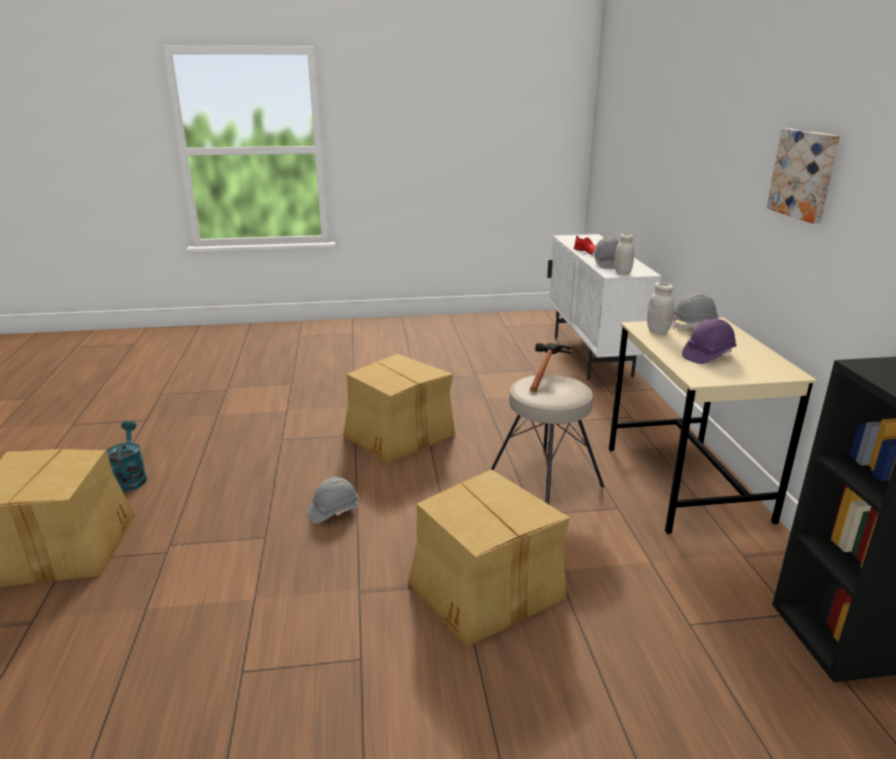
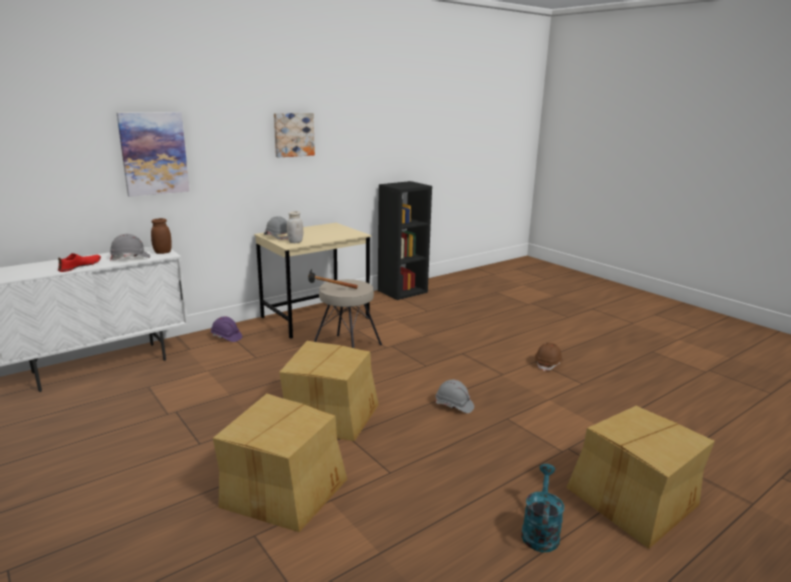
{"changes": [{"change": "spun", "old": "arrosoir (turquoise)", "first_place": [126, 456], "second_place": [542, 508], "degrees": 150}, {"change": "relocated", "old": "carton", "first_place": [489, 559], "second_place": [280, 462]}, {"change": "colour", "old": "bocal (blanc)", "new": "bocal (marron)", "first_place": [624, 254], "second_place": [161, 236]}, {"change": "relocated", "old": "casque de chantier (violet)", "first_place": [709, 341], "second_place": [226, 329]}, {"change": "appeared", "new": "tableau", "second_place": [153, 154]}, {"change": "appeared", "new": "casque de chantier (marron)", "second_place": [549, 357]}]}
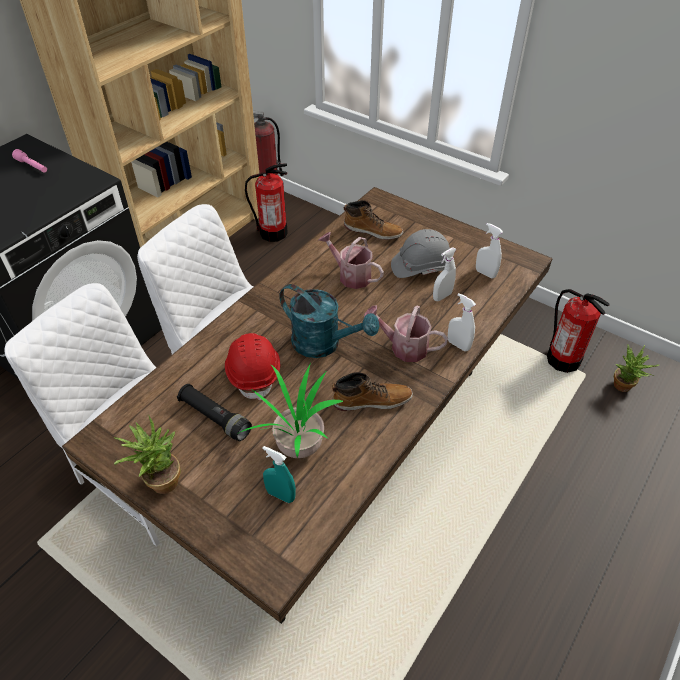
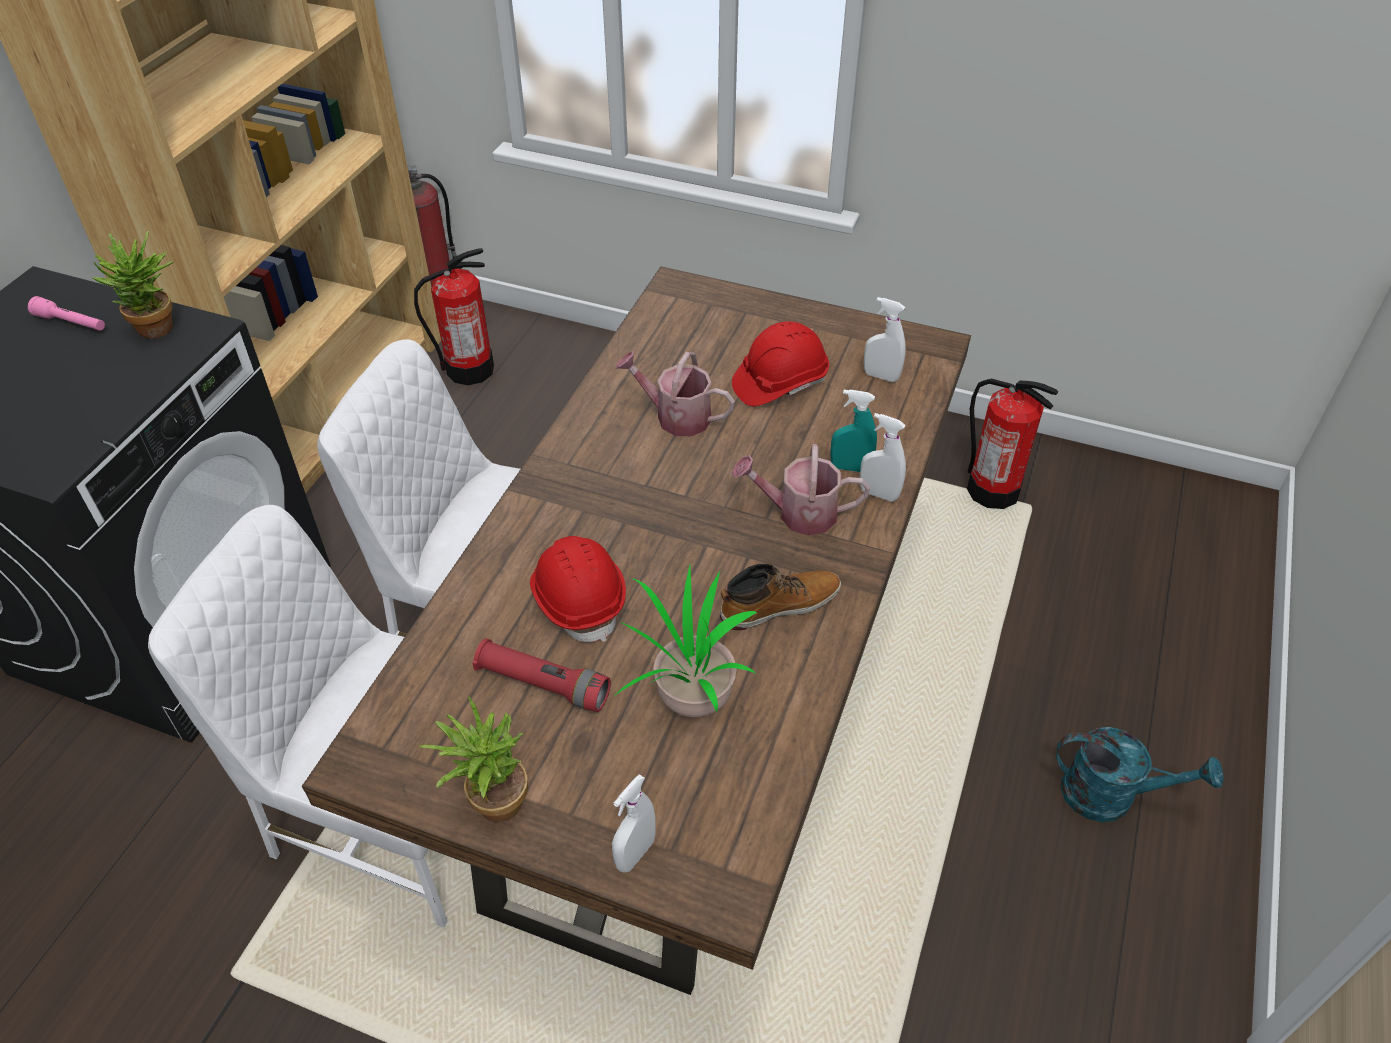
{"changes": [{"change": "colour", "old": "lampe de poche (noir)", "new": "lampe de poche (rouge)", "first_place": [214, 412], "second_place": [541, 675]}, {"change": "relocated", "old": "vaporisateur (turquoise)", "first_place": [279, 474], "second_place": [853, 430]}, {"change": "relocated", "old": "arrosoir (turquoise)", "first_place": [329, 321], "second_place": [1140, 774]}, {"change": "missing", "old": "botte", "first_place": [373, 220]}, {"change": "colour", "old": "casque de chantier (gris)", "new": "casque de chantier (rouge)", "first_place": [420, 253], "second_place": [780, 364]}, {"change": "relocated", "old": "vaporisateur (blanc)", "first_place": [445, 274], "second_place": [634, 823]}, {"change": "relocated", "old": "plante en pot", "first_place": [636, 368], "second_place": [133, 284]}]}
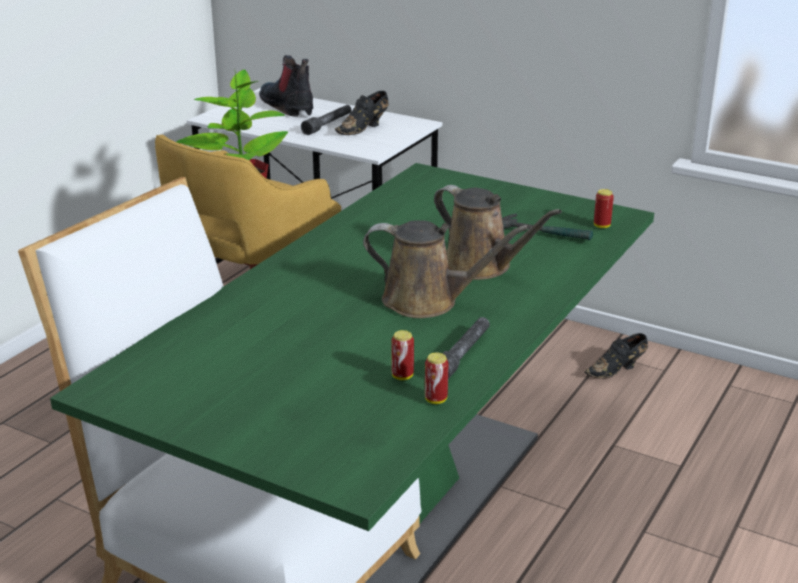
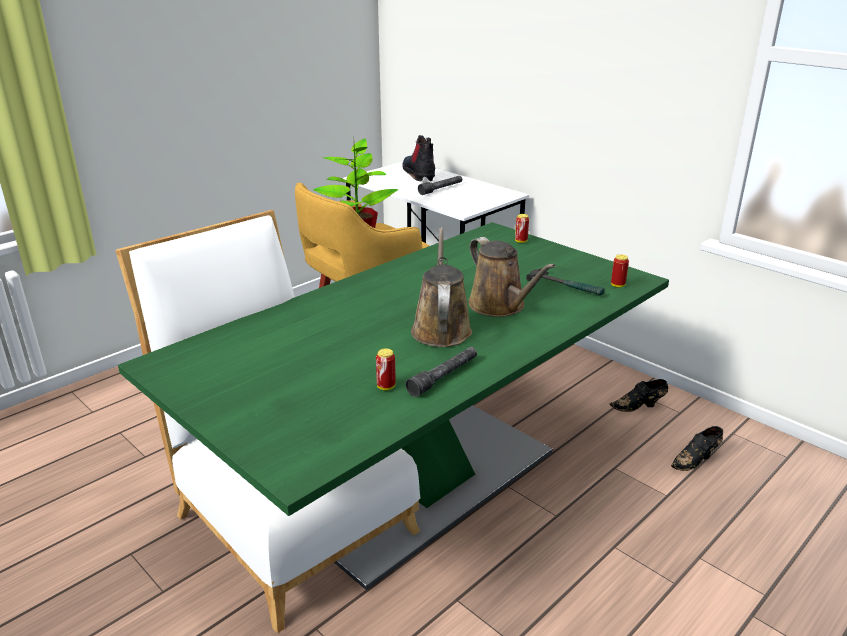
{"changes": [{"change": "relocated", "old": "chaussure (noir)", "first_place": [362, 113], "second_place": [697, 448]}, {"change": "spun", "old": "arrosoir (marron)", "first_place": [445, 269], "second_place": [441, 287], "degrees": -120}, {"change": "relocated", "old": "boîte métallique", "first_place": [436, 378], "second_place": [522, 228]}]}
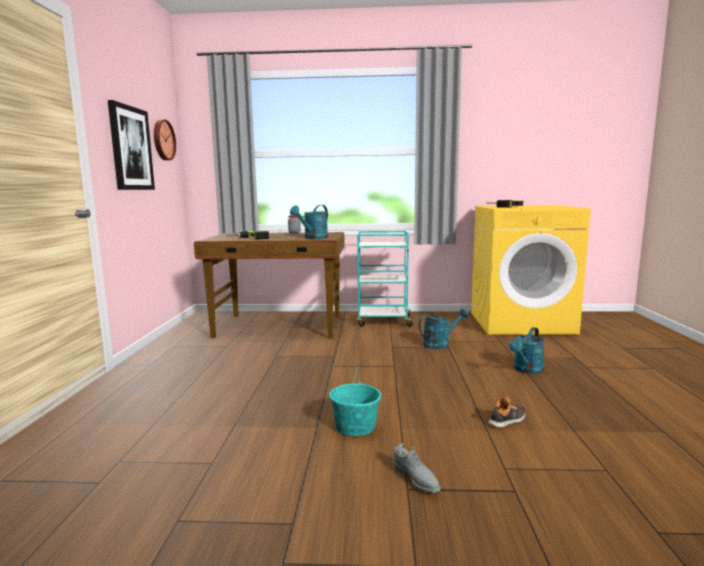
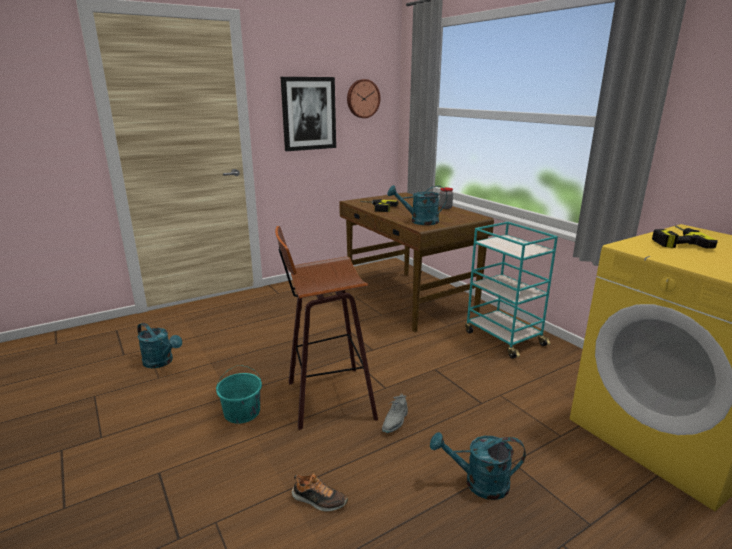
{"changes": [{"change": "relocated", "old": "chaussure (gris)", "first_place": [417, 468], "second_place": [395, 413]}, {"change": "relocated", "old": "arrosoir (turquoise)", "first_place": [444, 328], "second_place": [159, 345]}, {"change": "appeared", "new": "tabouret", "second_place": [326, 328]}]}
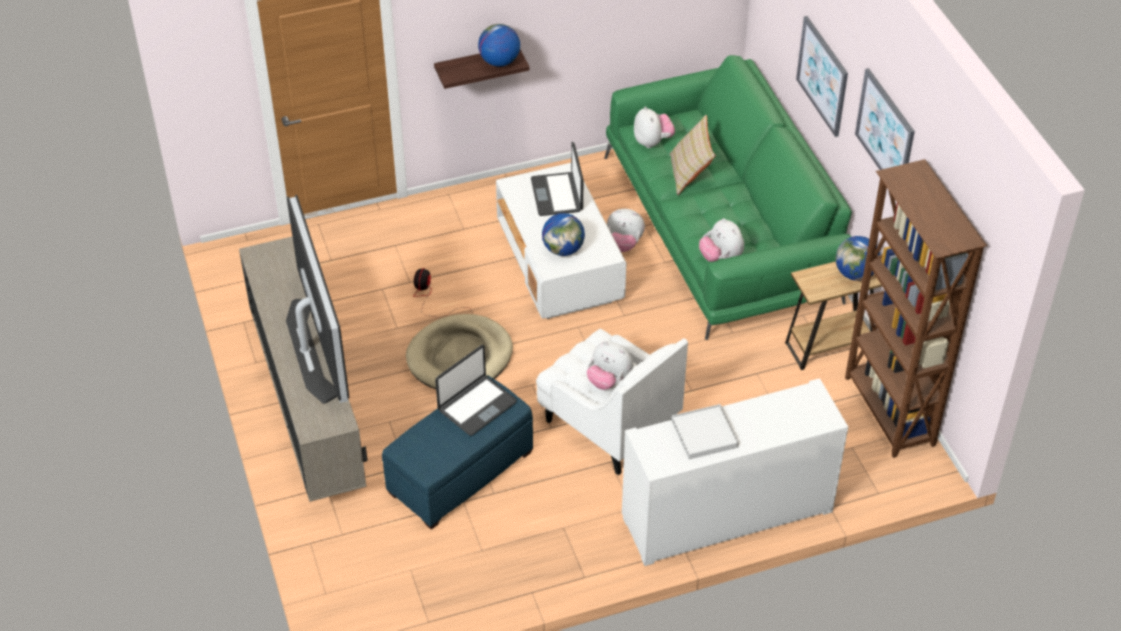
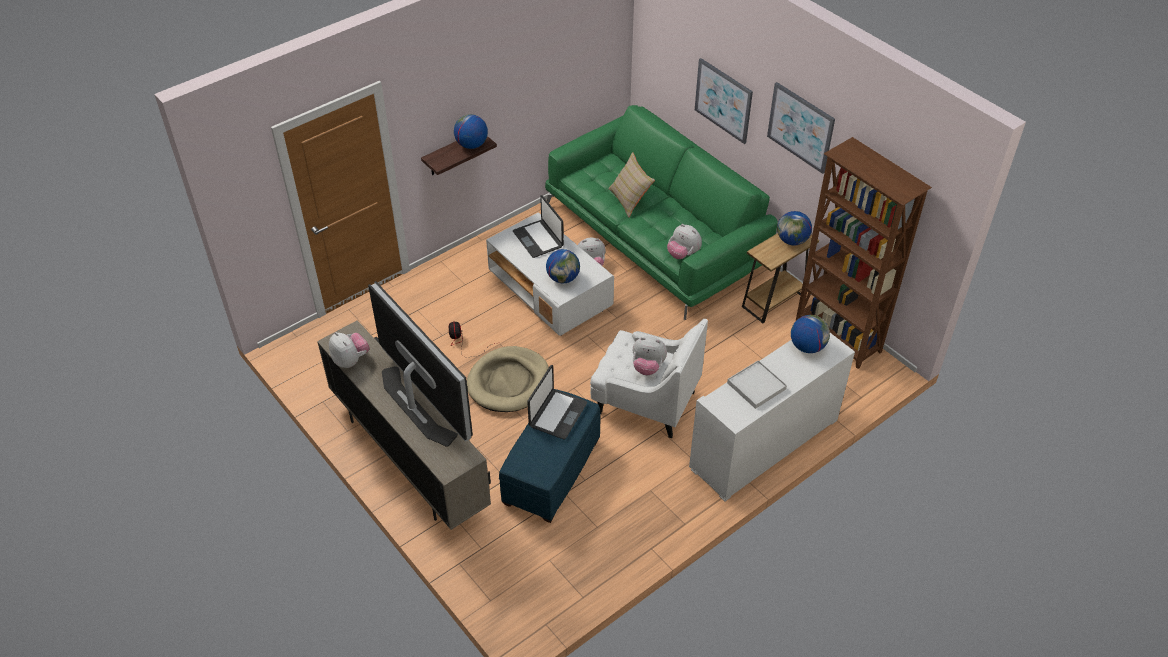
{"changes": [{"change": "relocated", "old": "peluche", "first_place": [654, 127], "second_place": [349, 350]}, {"change": "appeared", "new": "globe", "second_place": [810, 334]}]}
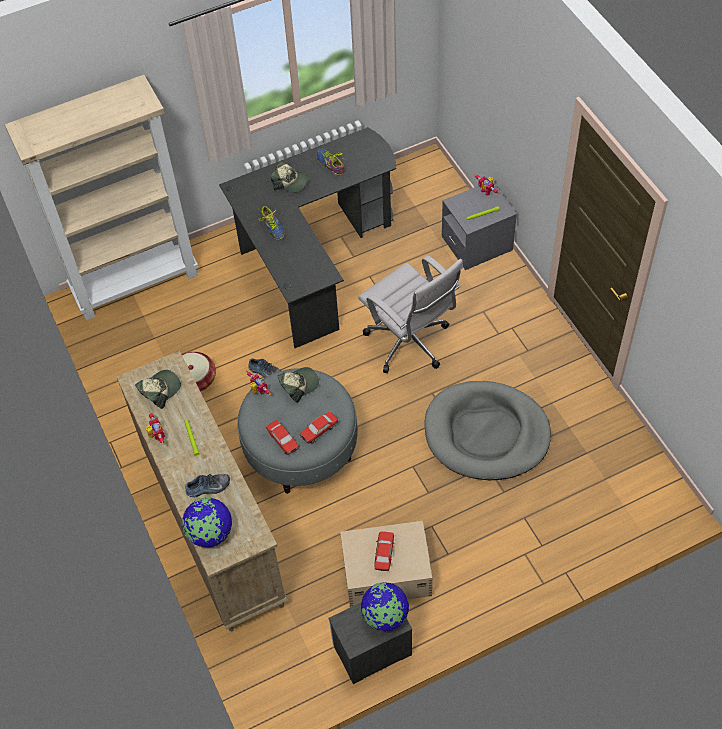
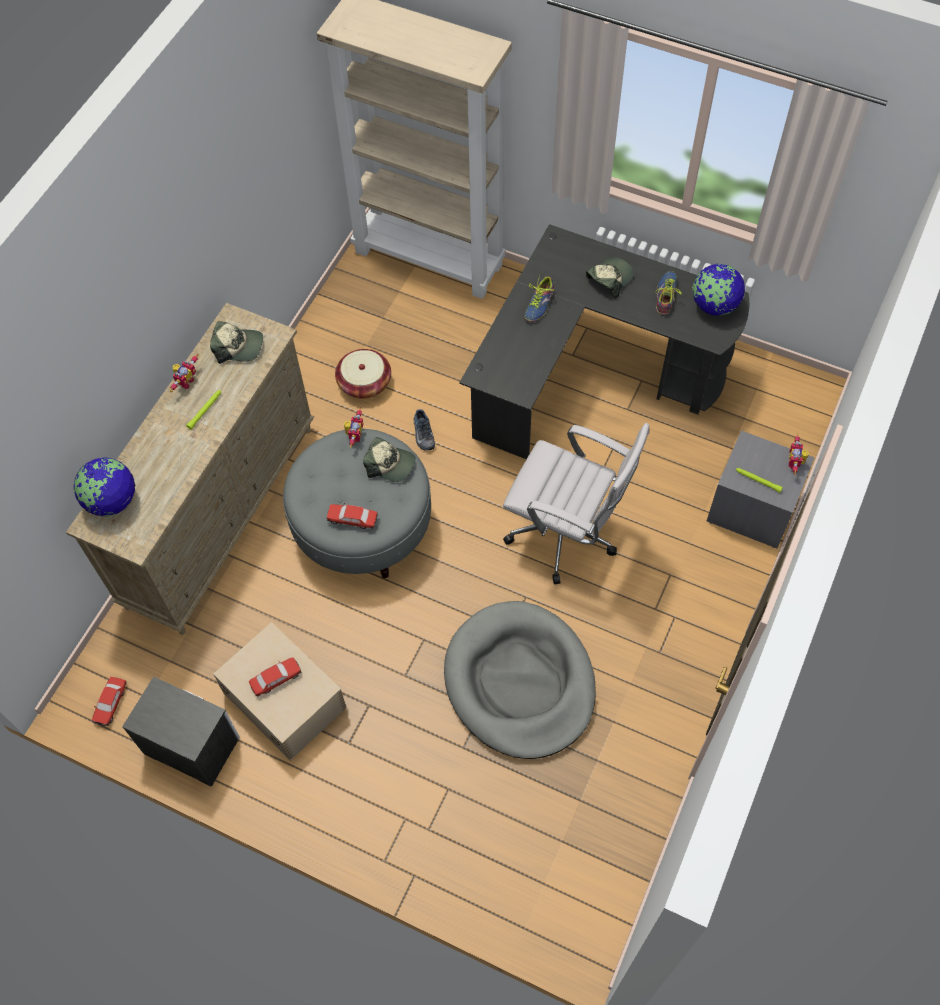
{"changes": [{"change": "missing", "old": "chaussure", "first_place": [207, 485]}, {"change": "relocated", "old": "petite voiture", "first_place": [282, 437], "second_place": [109, 701]}, {"change": "spun", "old": "casquette", "first_place": [290, 177], "second_place": [610, 277], "degrees": -120}, {"change": "spun", "old": "chaise de bureau (blanc)", "first_place": [410, 314], "second_place": [576, 504], "degrees": -75}, {"change": "relocated", "old": "globe", "first_place": [385, 606], "second_place": [718, 290]}]}
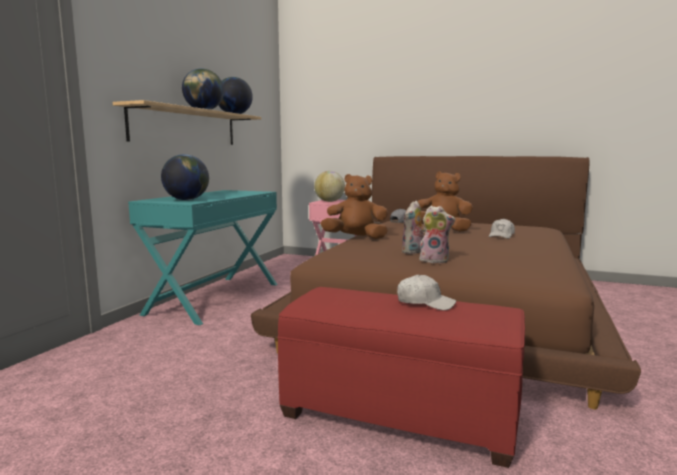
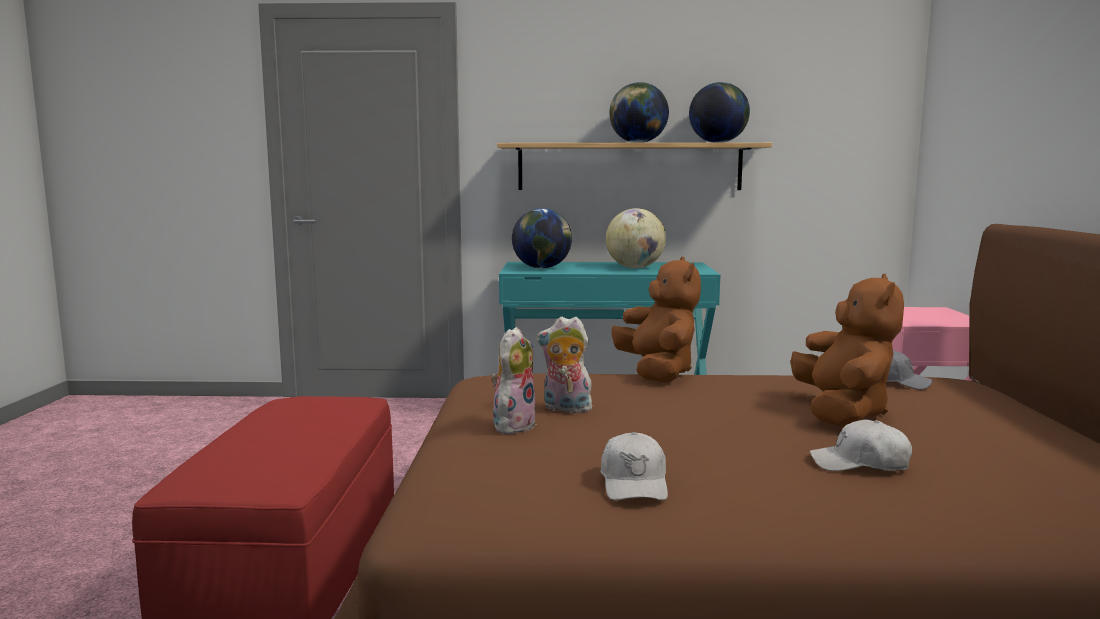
{"changes": [{"change": "relocated", "old": "globe", "first_place": [329, 186], "second_place": [636, 238]}, {"change": "relocated", "old": "casquette (blanc)", "first_place": [426, 292], "second_place": [634, 466]}, {"change": "spun", "old": "peluche", "first_place": [437, 234], "second_place": [513, 380], "degrees": -150}]}
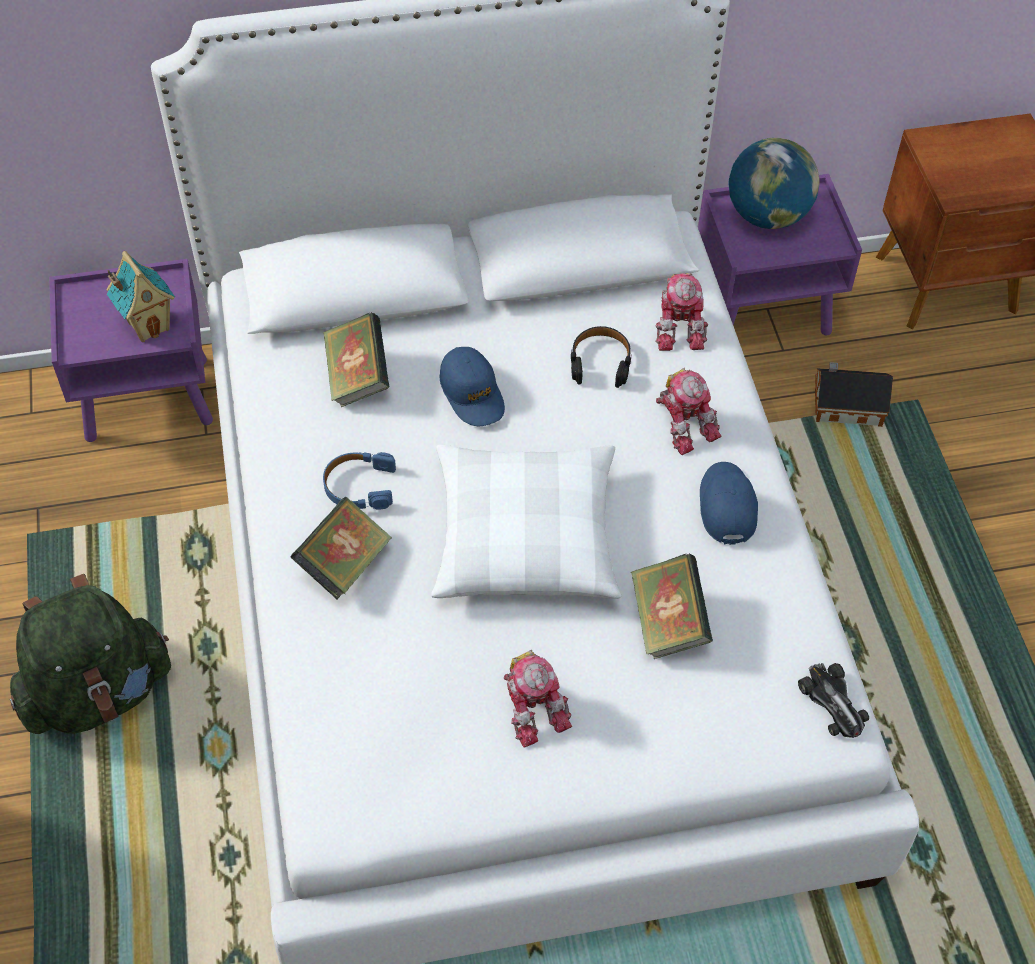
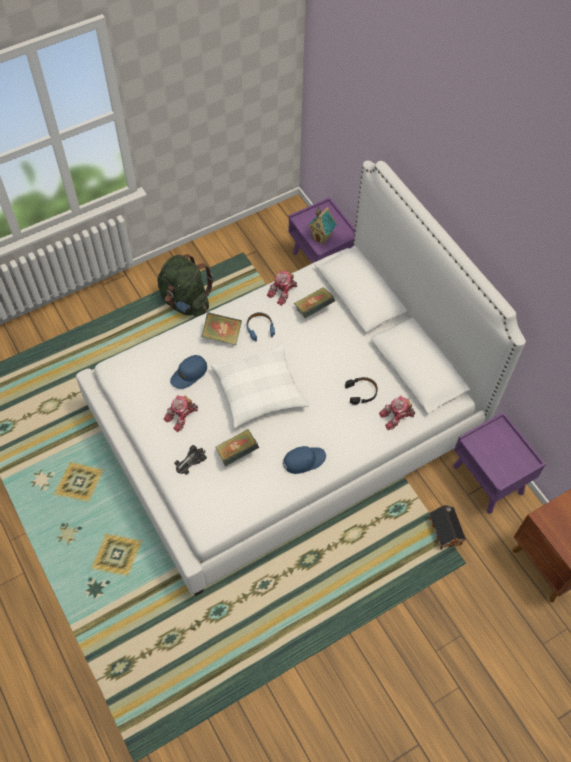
{"changes": [{"change": "relocated", "old": "casquette (bleu)", "first_place": [472, 386], "second_place": [188, 372]}, {"change": "relocated", "old": "robot jouet", "first_place": [688, 411], "second_place": [282, 288]}, {"change": "missing", "old": "globe", "first_place": [774, 183]}, {"change": "relocated", "old": "petite voiture", "first_place": [833, 700], "second_place": [191, 460]}]}
